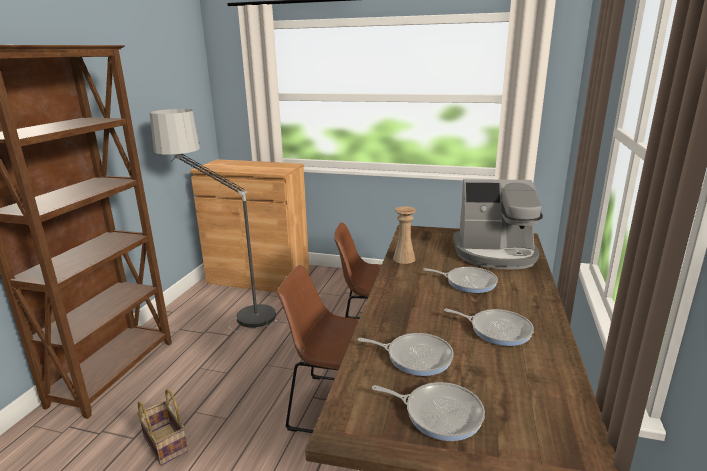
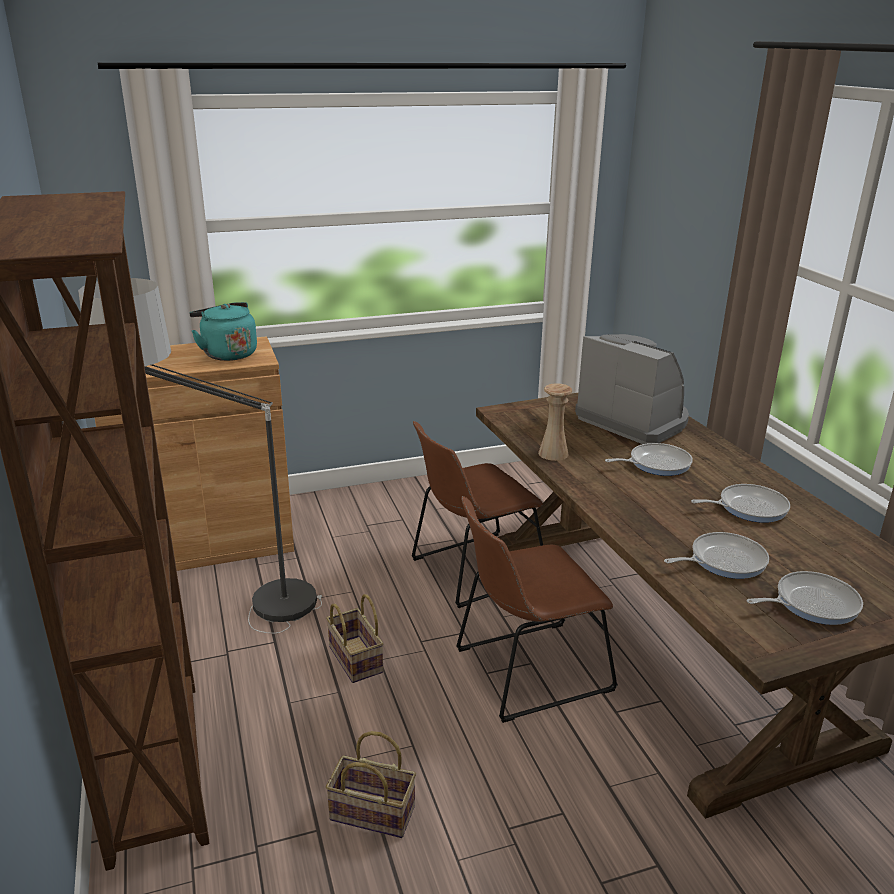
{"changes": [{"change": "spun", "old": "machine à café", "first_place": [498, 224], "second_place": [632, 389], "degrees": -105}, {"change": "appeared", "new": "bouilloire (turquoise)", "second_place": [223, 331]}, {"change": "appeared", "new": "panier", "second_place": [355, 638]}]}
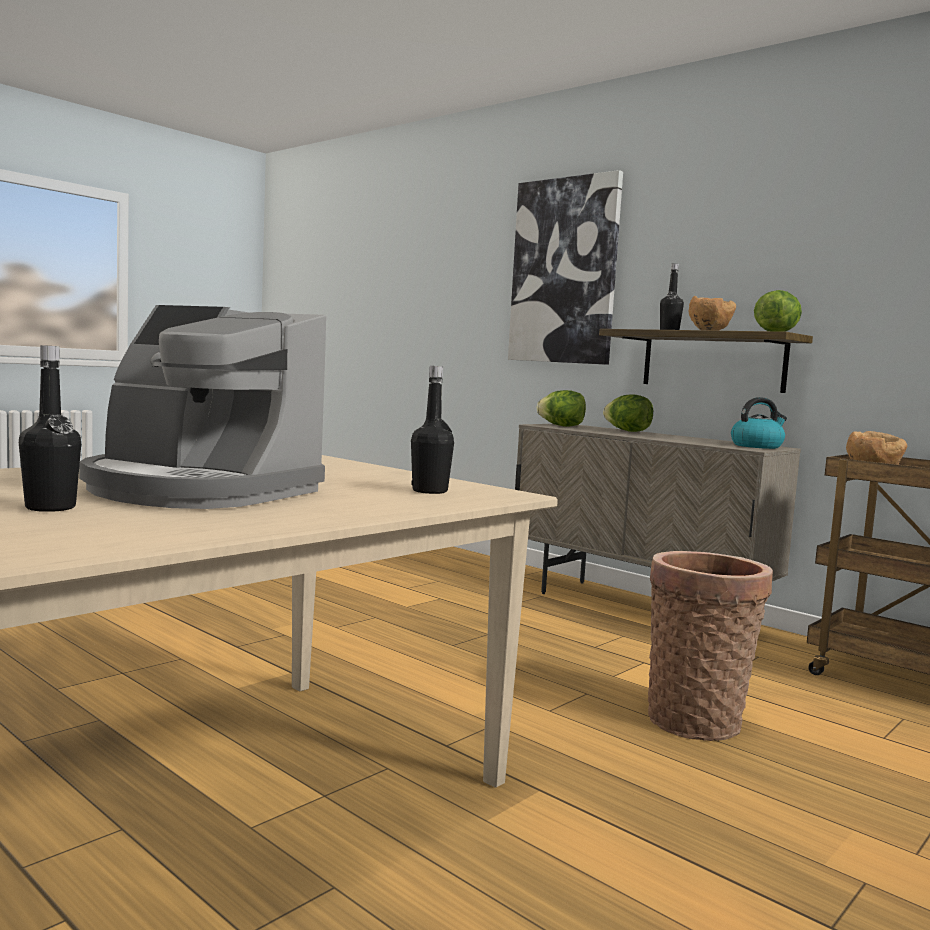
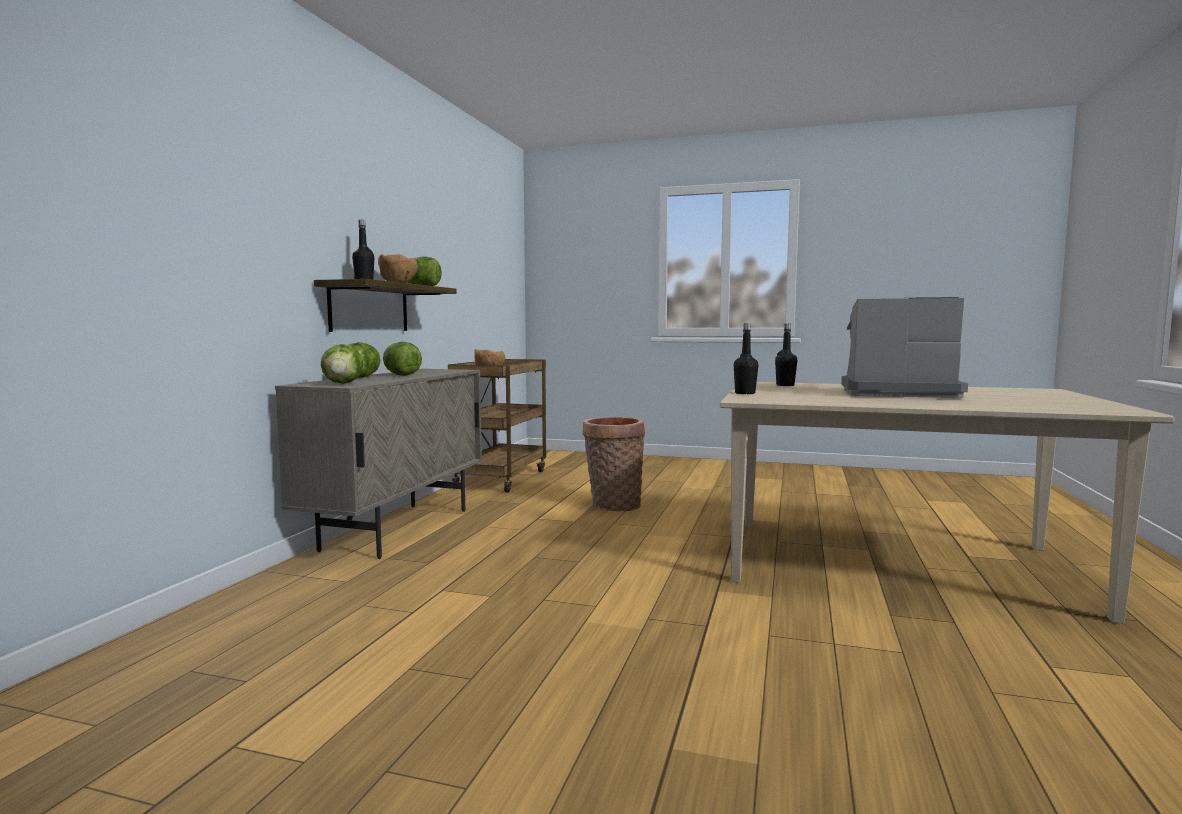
{"changes": [{"change": "relocated", "old": "bouteille (noir)", "first_place": [50, 428], "second_place": [746, 358]}, {"change": "spun", "old": "machine à café", "first_place": [202, 407], "second_place": [904, 347], "degrees": -75}, {"change": "missing", "old": "tableau", "first_place": [565, 267]}, {"change": "missing", "old": "bouilloire", "first_place": [759, 423]}, {"change": "appeared", "new": "laitue", "second_place": [402, 359]}]}
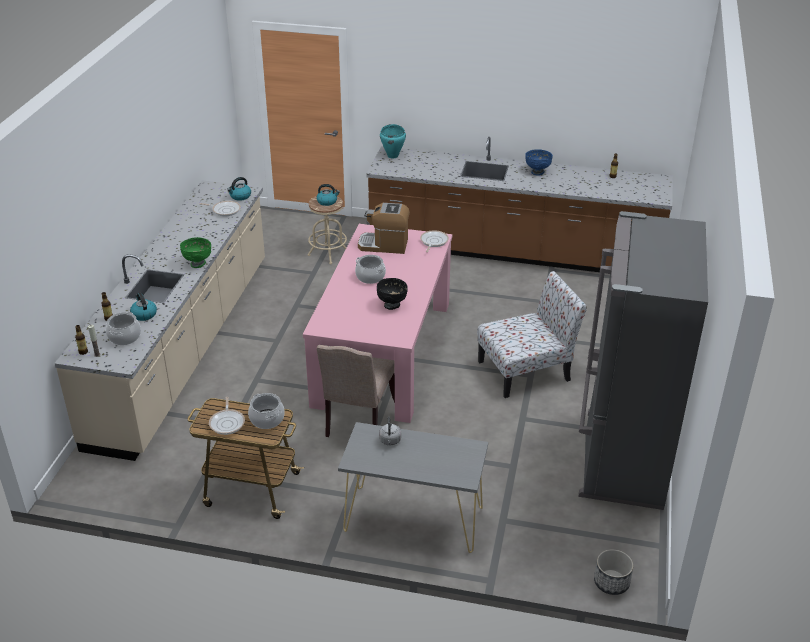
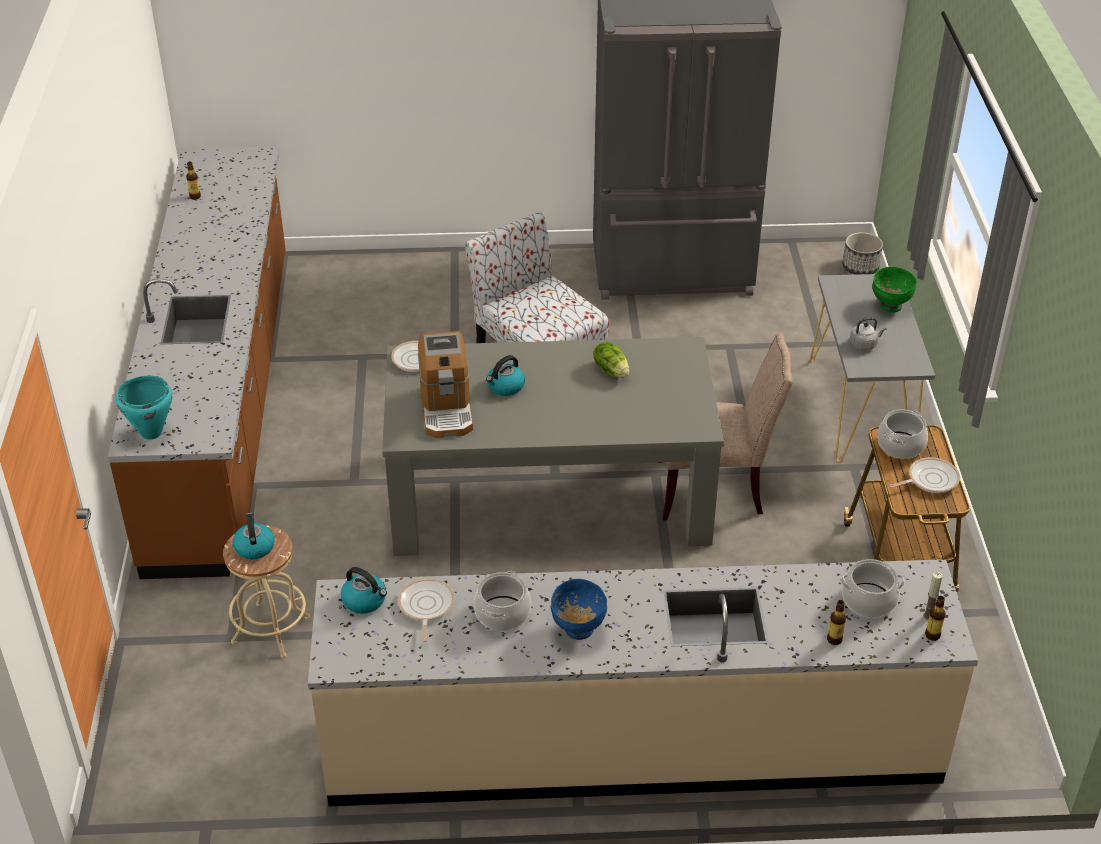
{"changes": [{"change": "relocated", "old": "bouilloire", "first_place": [143, 307], "second_place": [505, 375]}, {"change": "relocated", "old": "bol (vert)", "first_place": [195, 252], "second_place": [894, 290]}, {"change": "colour", "old": "table à manger (rose)", "new": "table à manger (gris)", "first_place": [377, 323], "second_place": [553, 446]}, {"change": "relocated", "old": "marmite", "first_place": [370, 269], "second_place": [502, 601]}, {"change": "exchanged", "old": "bol (noir)", "new": "laitue", "first_place": [392, 294], "second_place": [611, 360]}, {"change": "relocated", "old": "bol (bleu)", "first_place": [539, 162], "second_place": [579, 609]}]}
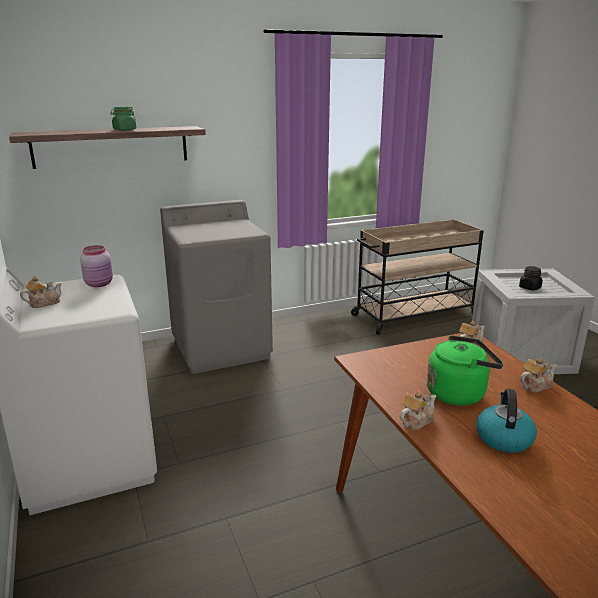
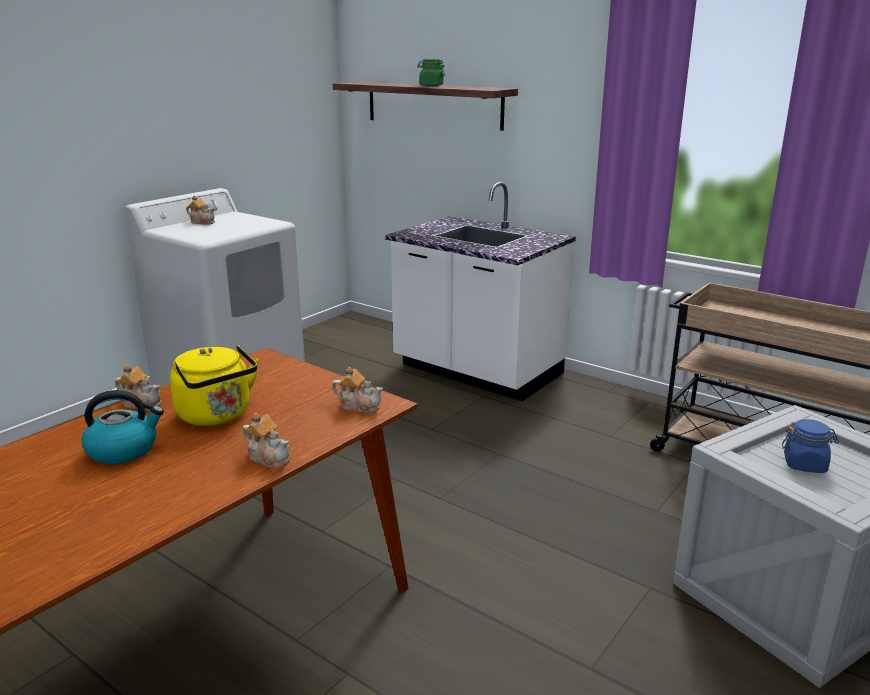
{"changes": [{"change": "missing", "old": "bocal (rose)", "first_place": [96, 266]}, {"change": "exchanged", "old": "lave-linge (gris)", "new": "comptoir de cuisine (blanc)", "first_place": [216, 287], "second_place": [480, 291]}, {"change": "colour", "old": "bouilloire (vert)", "new": "bouilloire (jaune)", "first_place": [465, 370], "second_place": [214, 385]}, {"change": "colour", "old": "bocal (noir)", "new": "bocal (bleu)", "first_place": [531, 278], "second_place": [810, 446]}]}
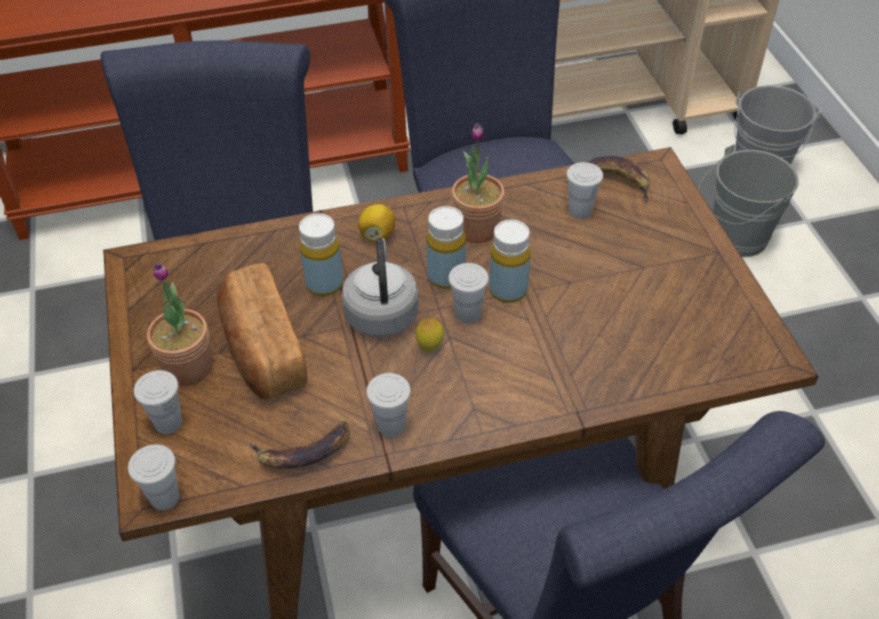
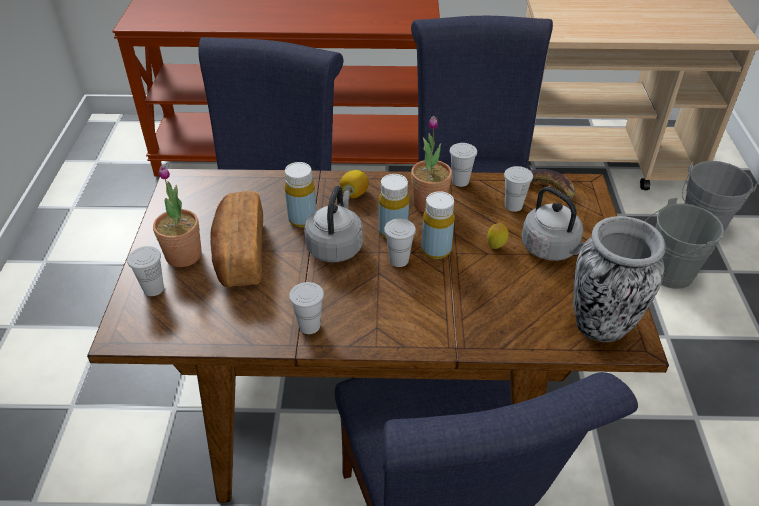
{"changes": [{"change": "relocated", "old": "tasse (blanc)", "first_place": [153, 477], "second_place": [463, 165]}, {"change": "missing", "old": "banane", "first_place": [299, 445]}, {"change": "relocated", "old": "citron", "first_place": [430, 335], "second_place": [498, 236]}, {"change": "appeared", "new": "bouilloire (gris)", "second_place": [553, 224]}, {"change": "appeared", "new": "vase", "second_place": [619, 279]}]}
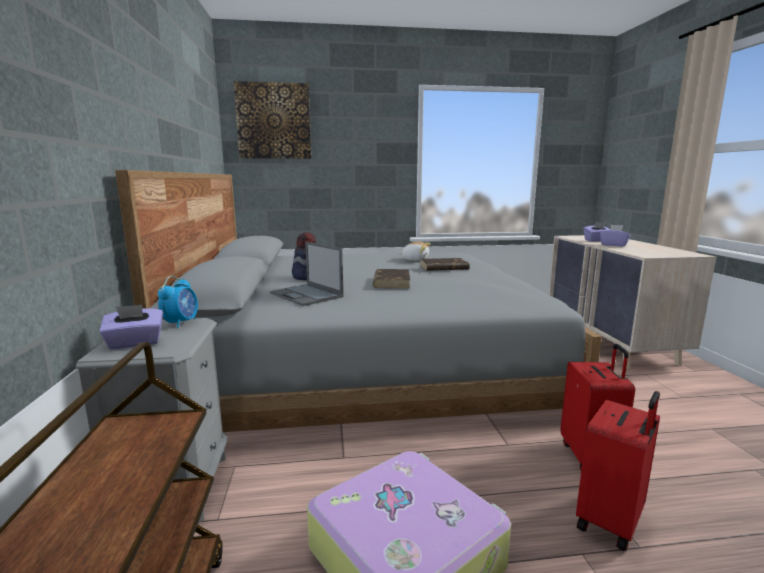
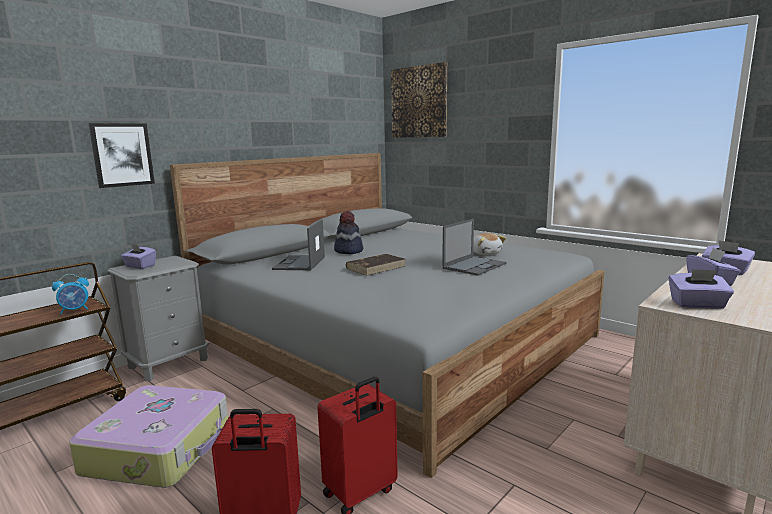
{"changes": [{"change": "relocated", "old": "réveil", "first_place": [178, 302], "second_place": [70, 294]}, {"change": "exchanged", "old": "livre (marron)", "new": "ordinateur portable", "first_place": [445, 264], "second_place": [474, 247]}, {"change": "appeared", "new": "tableau", "second_place": [121, 155]}, {"change": "appeared", "new": "boîte à mouchoirs (violet)", "second_place": [701, 289]}]}
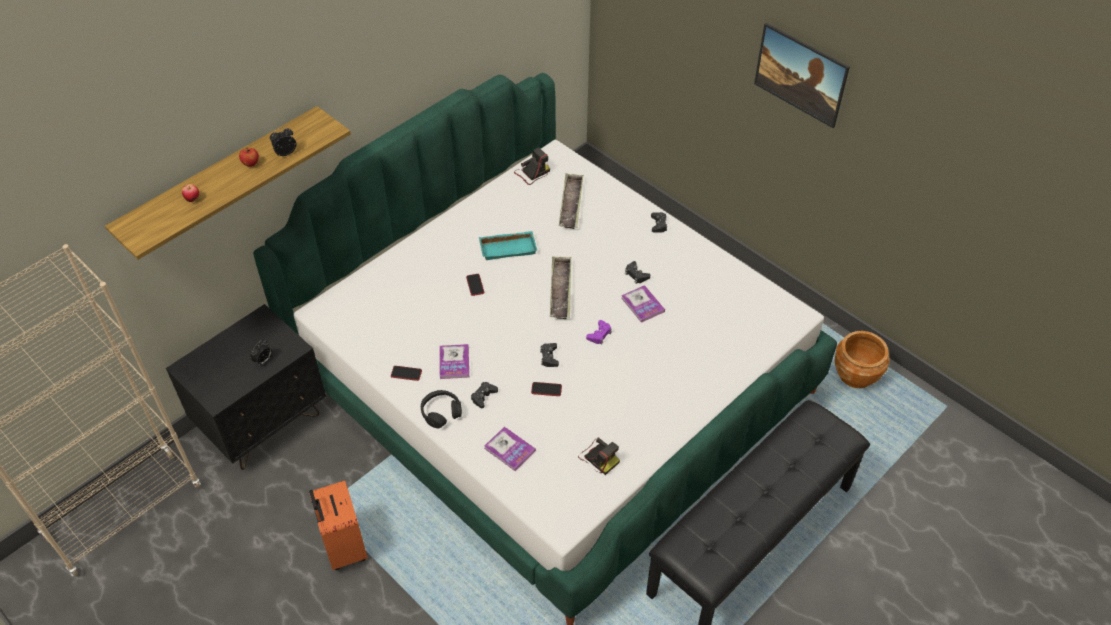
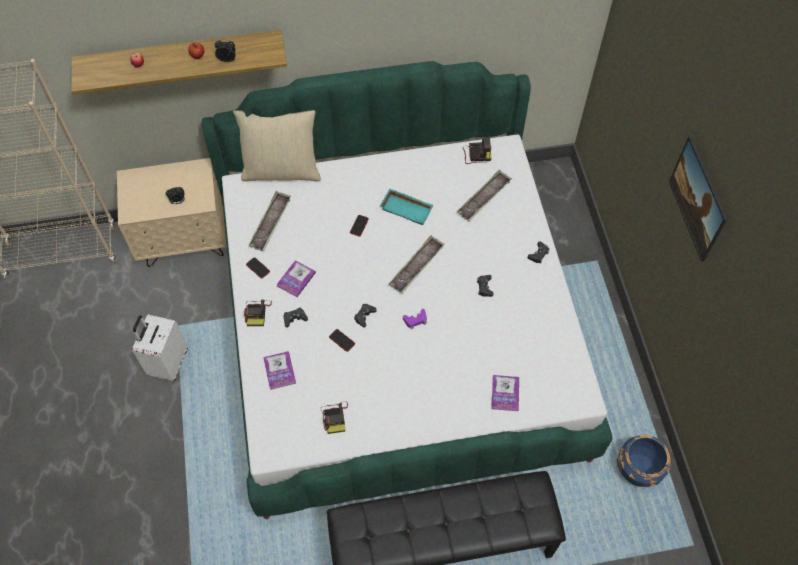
{"changes": [{"change": "colour", "old": "table de chevet (noir)", "new": "table de chevet (beige)", "first_place": [246, 387], "second_place": [172, 212]}, {"change": "colour", "old": "valise (orange)", "new": "valise (blanc)", "first_place": [338, 525], "second_place": [160, 347]}, {"change": "exchanged", "old": "casque audio (noir)", "new": "appareil photo", "first_place": [441, 409], "second_place": [258, 313]}, {"change": "relocated", "old": "livre", "first_place": [643, 304], "second_place": [505, 393]}, {"change": "colour", "old": "cache-pot (marron)", "new": "cache-pot (bleu)", "first_place": [862, 359], "second_place": [644, 461]}, {"change": "appeared", "new": "coussin (beige)", "second_place": [277, 145]}, {"change": "appeared", "new": "plateau", "second_place": [269, 221]}]}
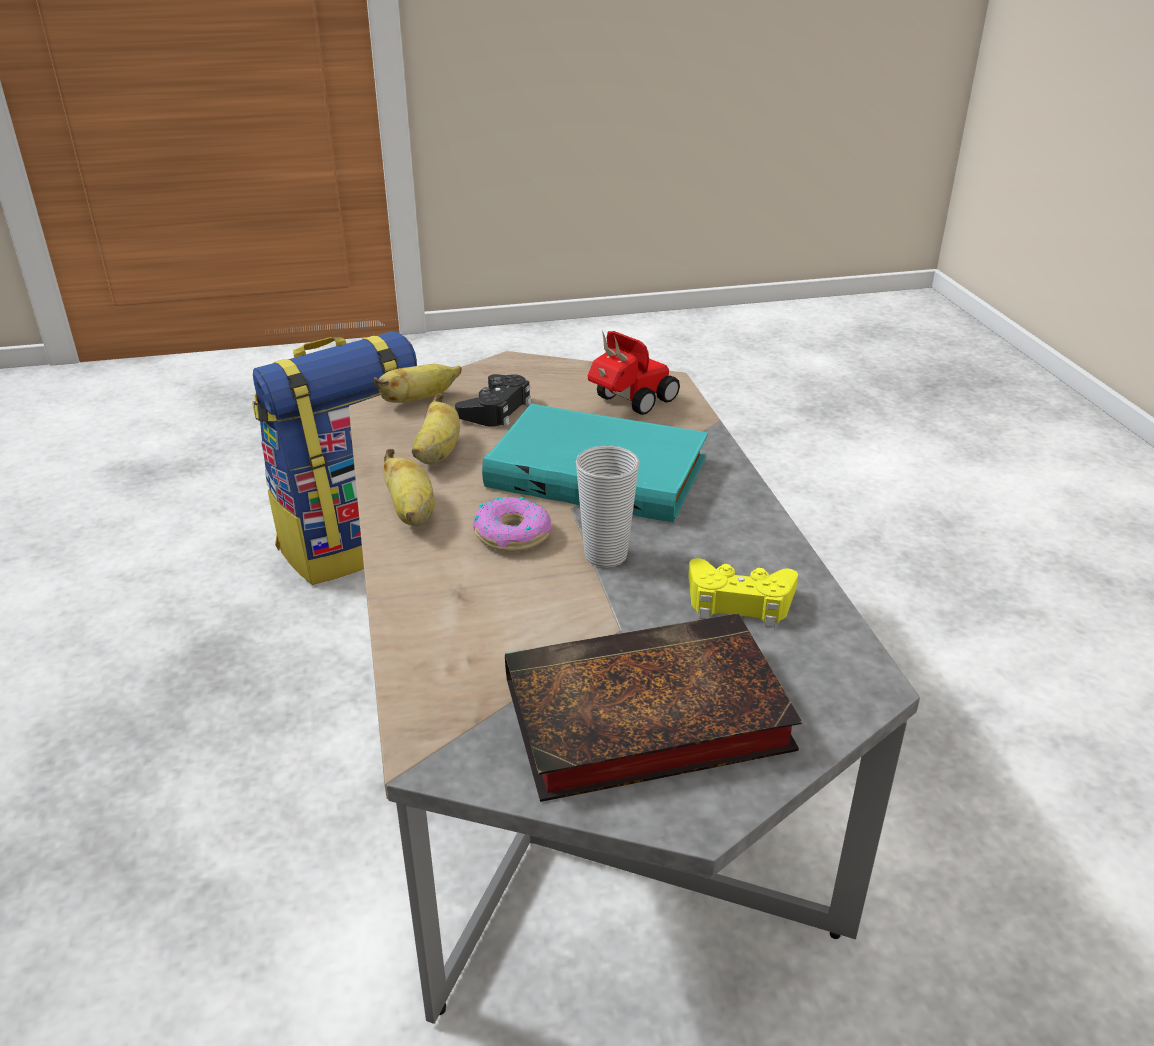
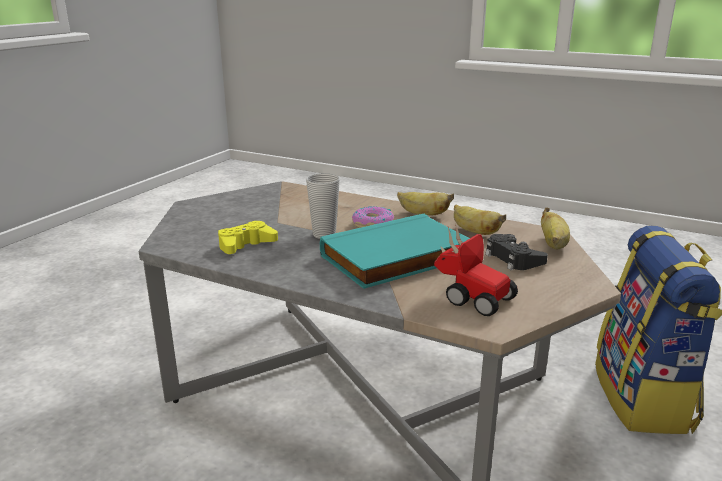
{"changes": [{"change": "missing", "old": "livre", "first_place": [653, 707]}, {"change": "spun", "old": "petite voiture", "first_place": [634, 373], "second_place": [476, 269], "degrees": -45}]}
